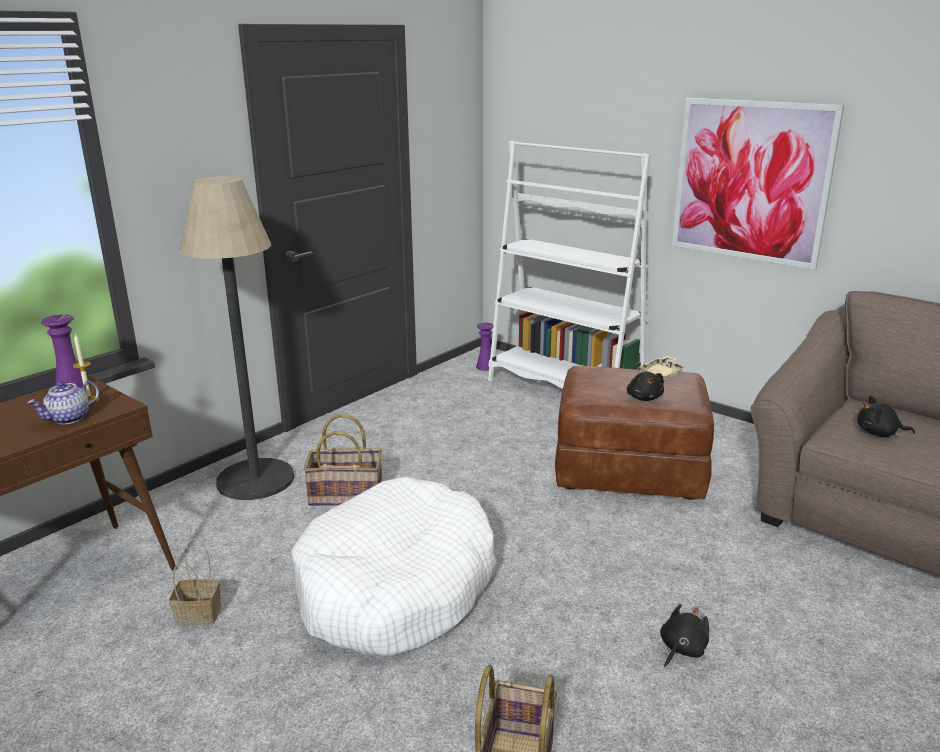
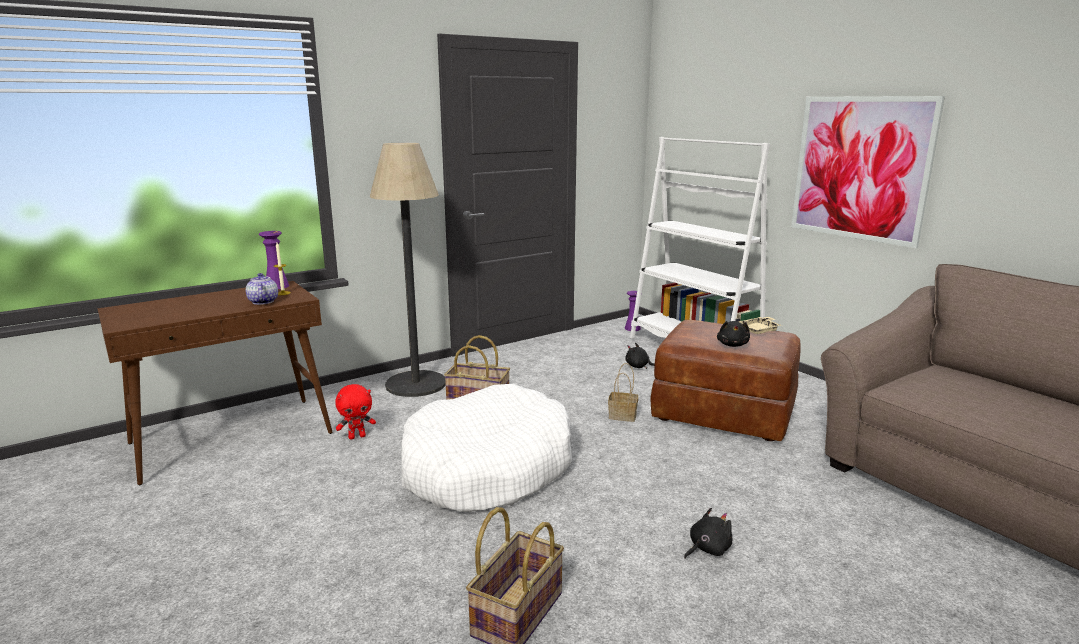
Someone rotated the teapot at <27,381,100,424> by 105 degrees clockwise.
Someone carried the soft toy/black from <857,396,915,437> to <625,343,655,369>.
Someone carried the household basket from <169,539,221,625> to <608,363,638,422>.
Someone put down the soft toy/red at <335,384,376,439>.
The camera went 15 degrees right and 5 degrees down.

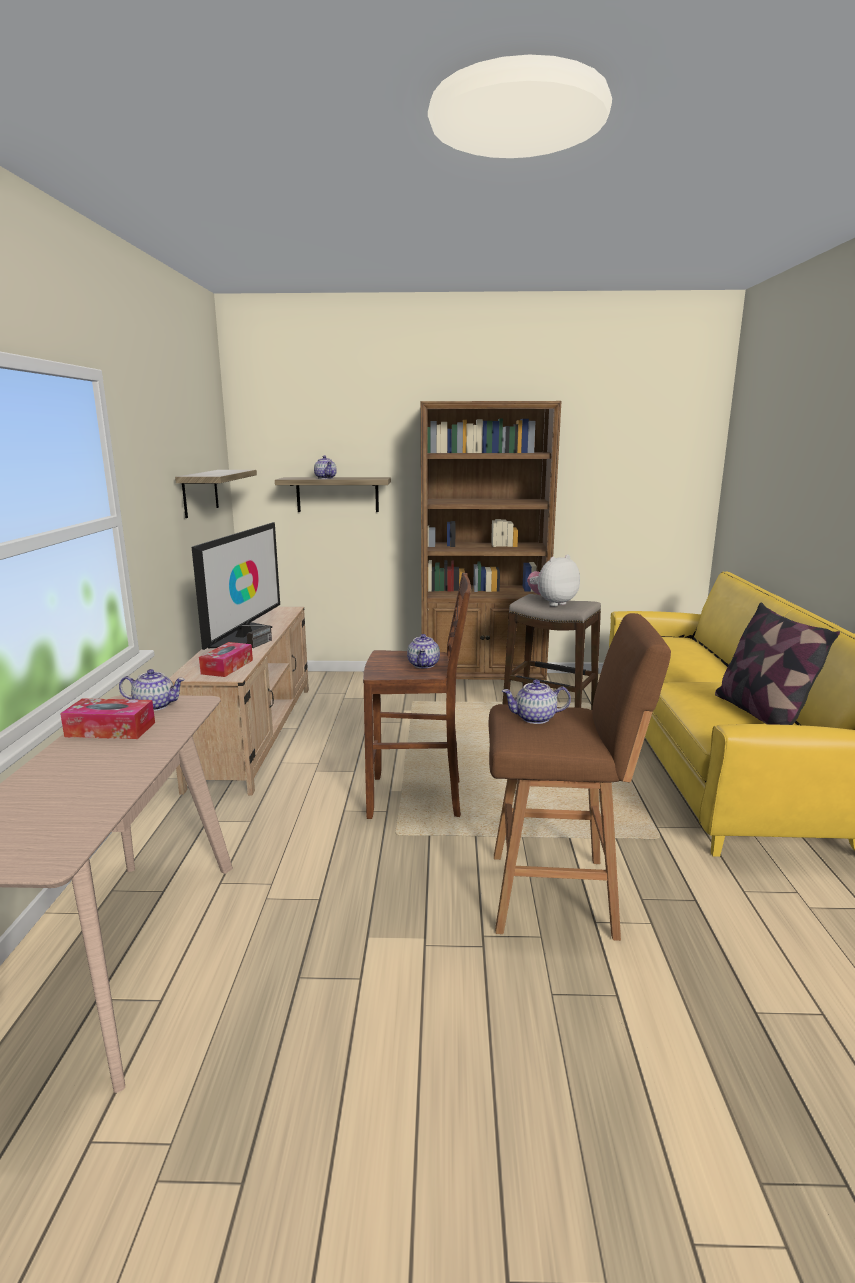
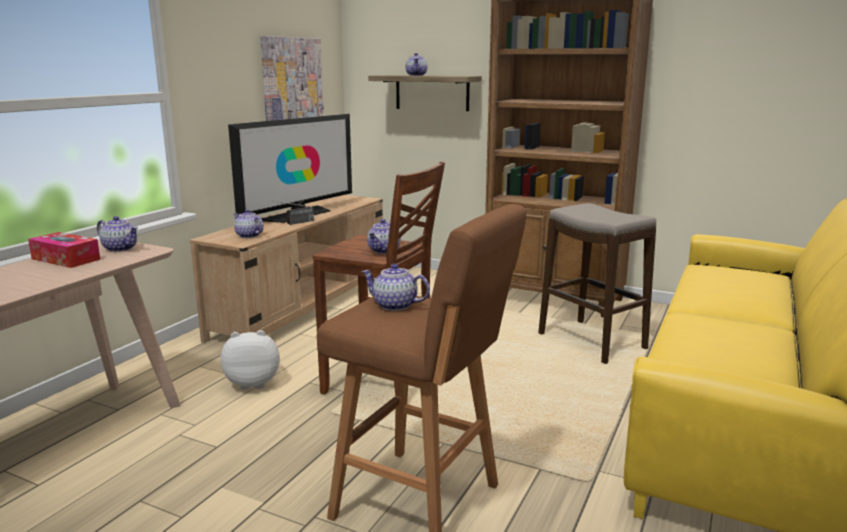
Someone swapped the bracket shelf at <175,470,257,518> for the wall picture at <260,36,324,121>.
Someone carried the soft toy from <527,555,580,606> to <221,330,280,390>.
Someone took away the pillow at <715,603,840,725>.
Someone swapped the box of tissues at <199,642,253,677> for the teapot at <233,209,264,238>.
The camera went 25 degrees right and 0 degrees up.

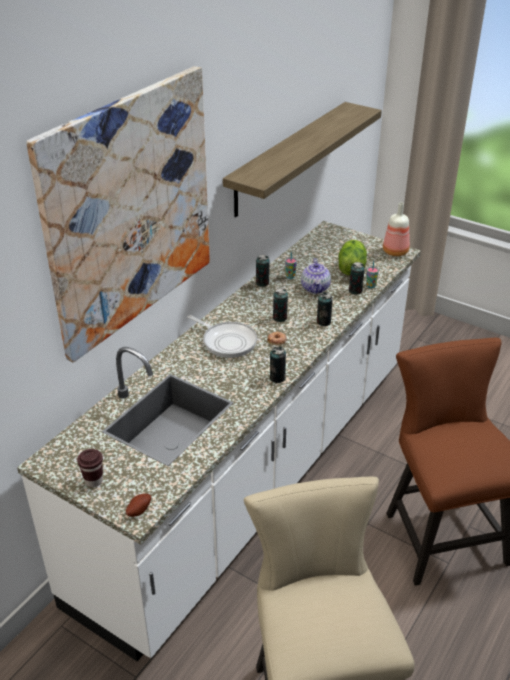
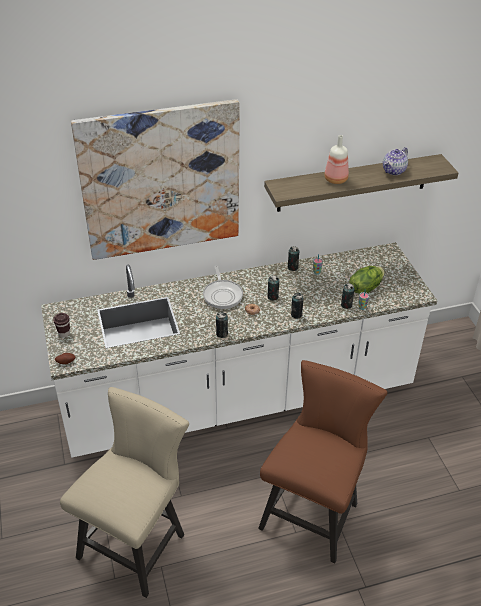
Someone carried the beverage bottle from <383,202,410,256> to <324,135,349,184>.
Someone carried the teapot from <301,258,331,294> to <383,147,408,175>.
The camera went 40 degrees right and 5 degrees up.

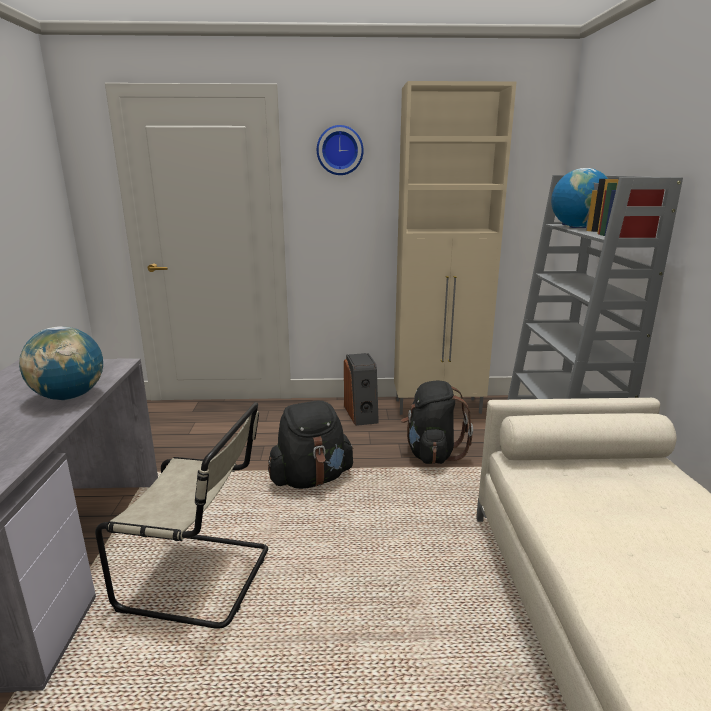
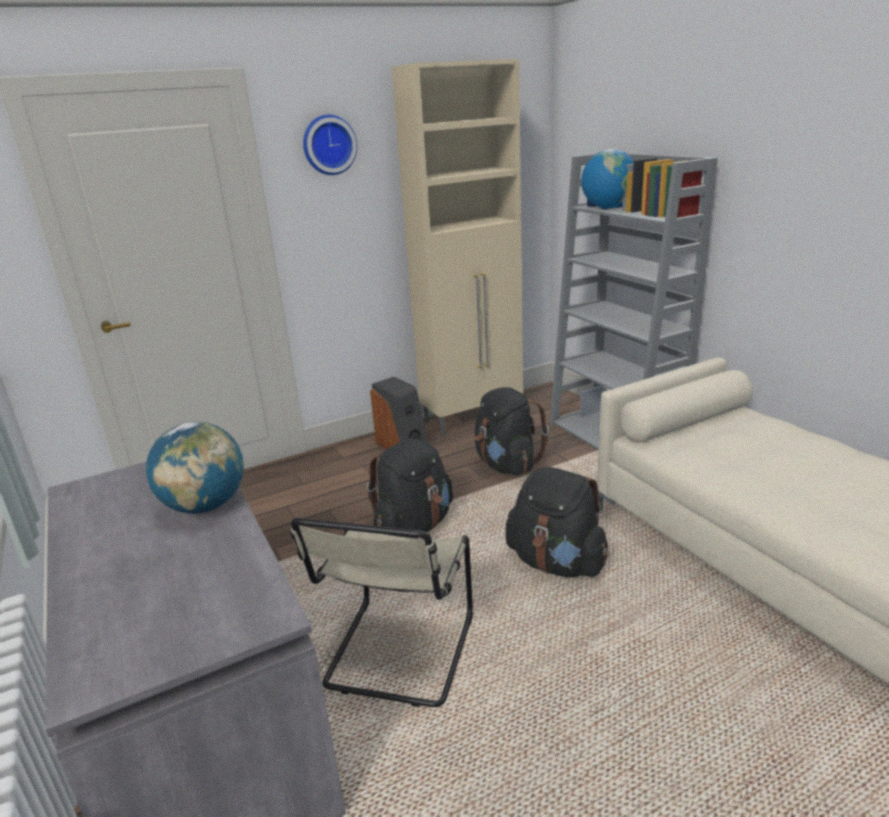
Someone rotated the upright chair/beige at <95,402,268,629> by 120 degrees clockwise.
Someone put down the rucksack/black at <506,467,609,577>.
The camera went 25 degrees left and 5 degrees up.

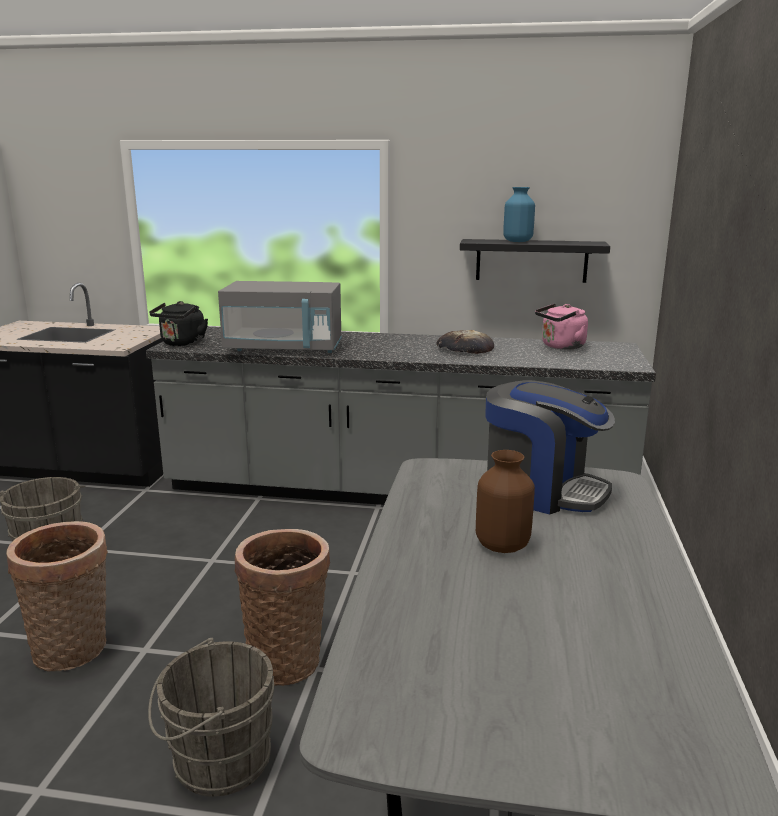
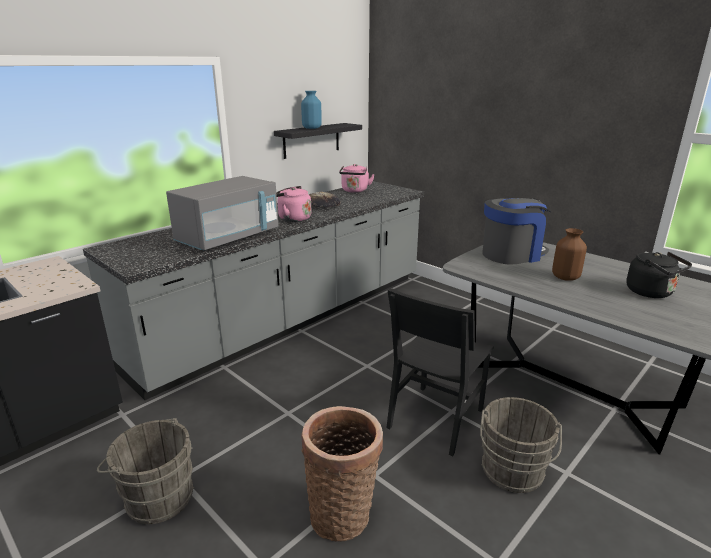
Someone carried the kettle/black from <149,301,208,346> to <626,252,692,298>.
Someone swapped the household basket at <235,529,330,686> for the upright chair/black at <386,288,494,456>.
Someone put down the kettle/pink at <276,186,312,222>.
The camera went 55 degrees left and 5 degrees up.

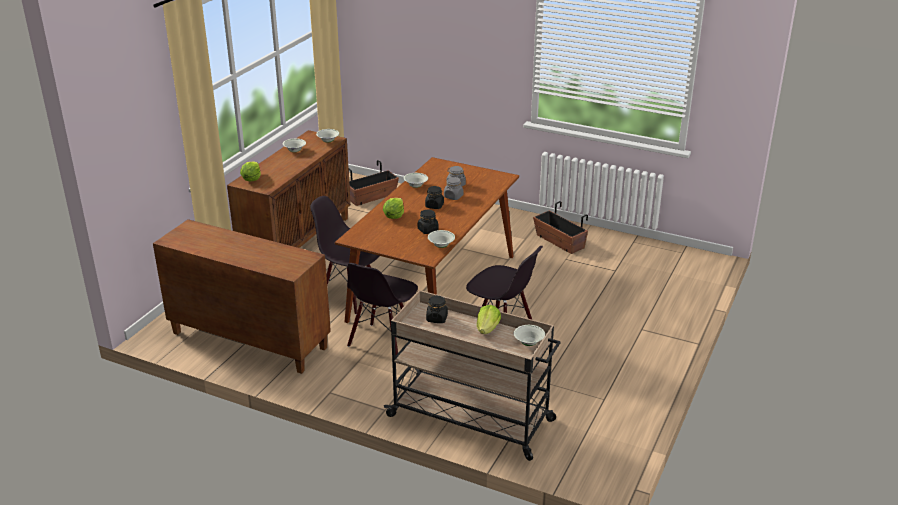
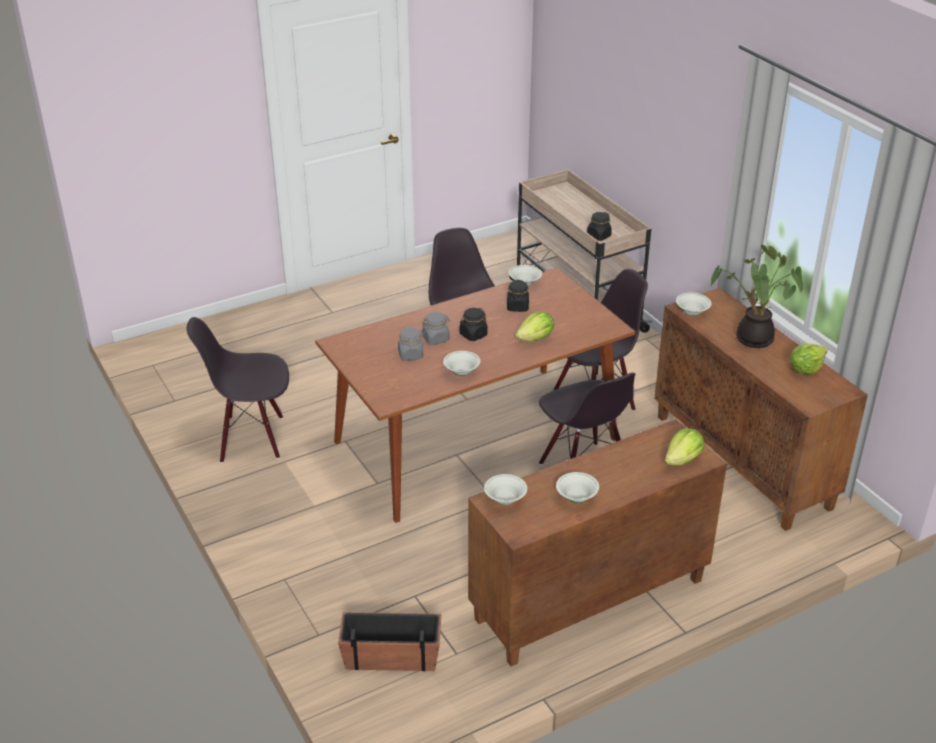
Someone swapped the plant pot at <533,201,588,254> for the upright chair/black at <187,317,289,463>.
Someone carried the head of lettuce from <477,305,501,334> to <790,343,828,375>.
Someone carried the bowl/white from <514,325,545,346> to <676,292,712,316>.
Someone put down the houseplant at <710,245,804,348>.
The camera went 145 degrees left and 5 degrees up.

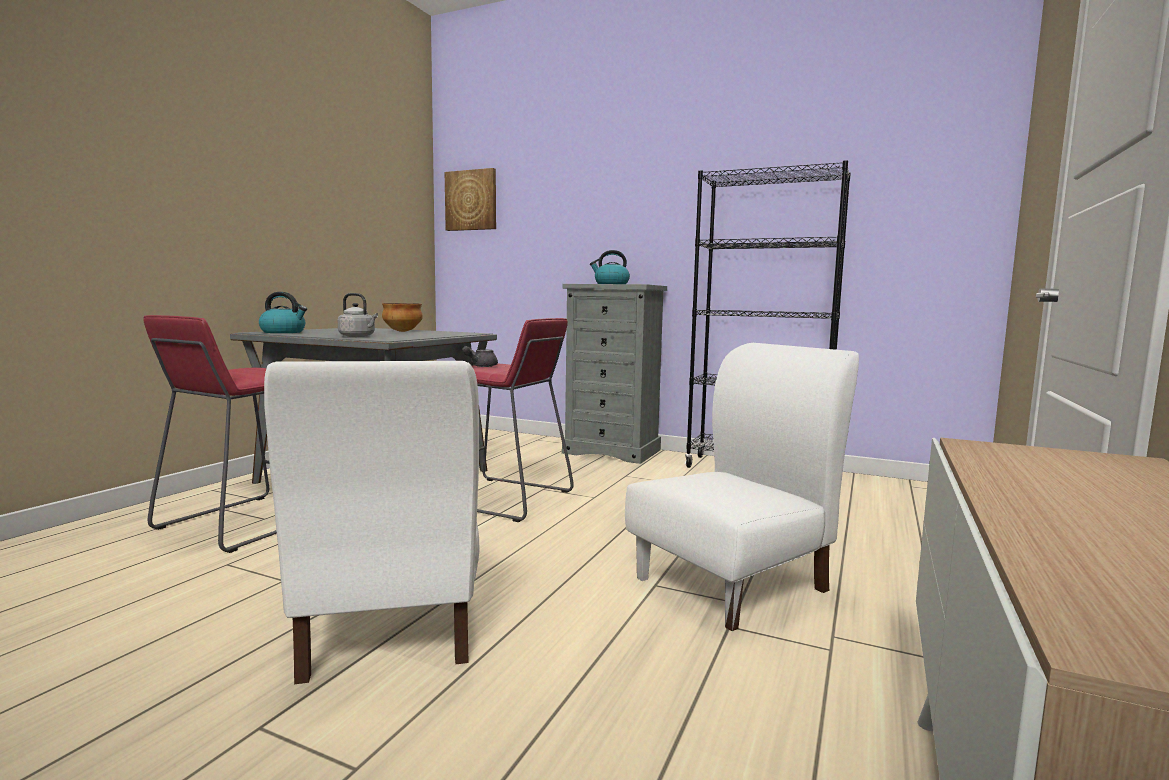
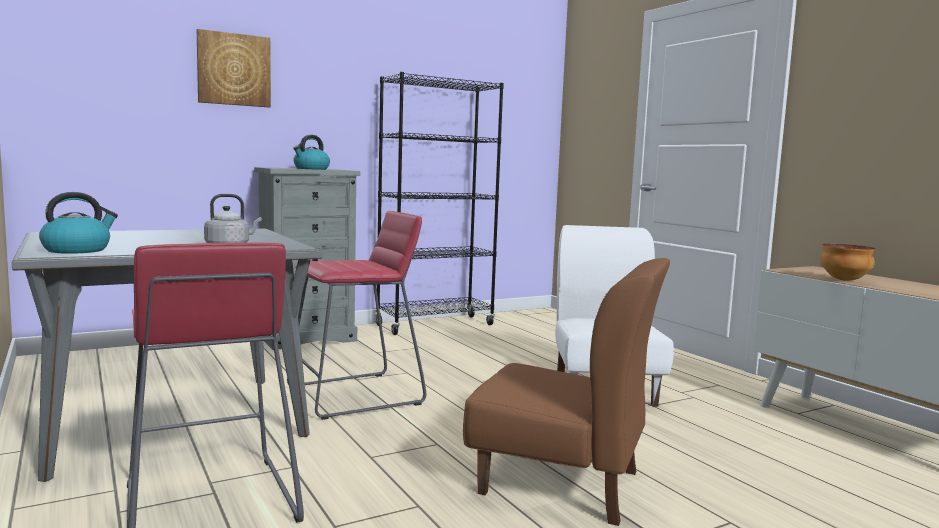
Someone carried the wall picture from <445,168,496,231> to <197,29,271,107>.
Someone carried the bowl from <382,303,423,332> to <820,244,876,281>.
Someone took away the teapot/greyish at <462,346,498,367>.
Someone repainted the upright chair/white at <264,361,480,684>, which became the upright chair/brown-coloured at <463,258,670,526>.
The camera went 55 degrees left and 0 degrees up.

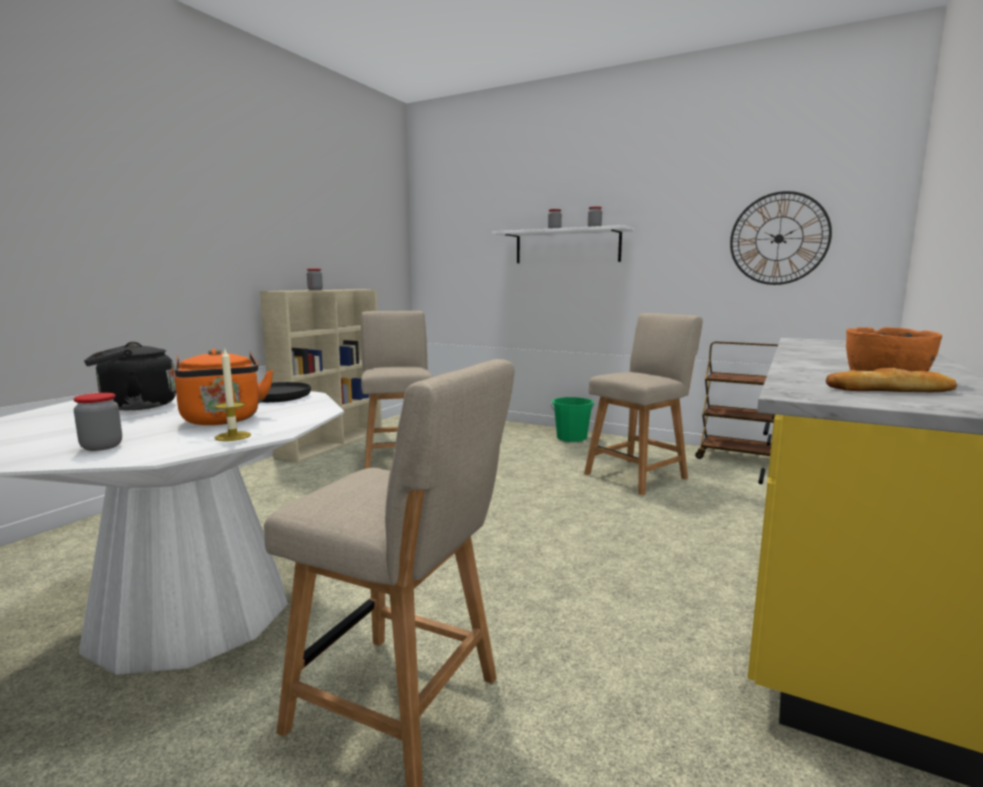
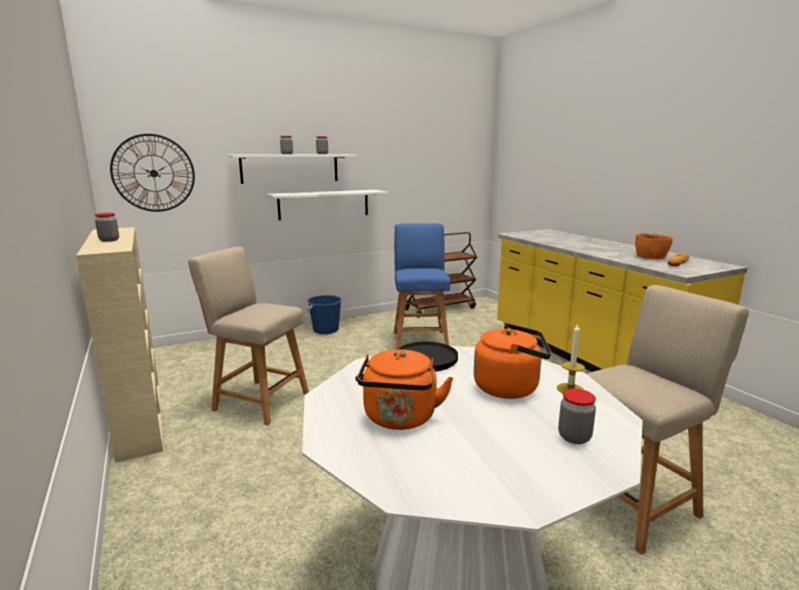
Someone carried the clock on the wall from <730,191,832,285> to <110,134,195,212>.
Someone repainted the upright chair/beige at <584,313,703,495>, which became the upright chair/blue at <394,223,450,350>.
Someone repainted the kettle/black at <84,342,176,410>, which became the kettle/orange-coloured at <357,350,453,430>.
Someone repainted the pail/green at <551,397,594,442>, which became the pail/blue at <307,295,342,334>.
Someone put up the bracket shelf/white at <267,190,388,220>.
The camera went 55 degrees left and 5 degrees up.

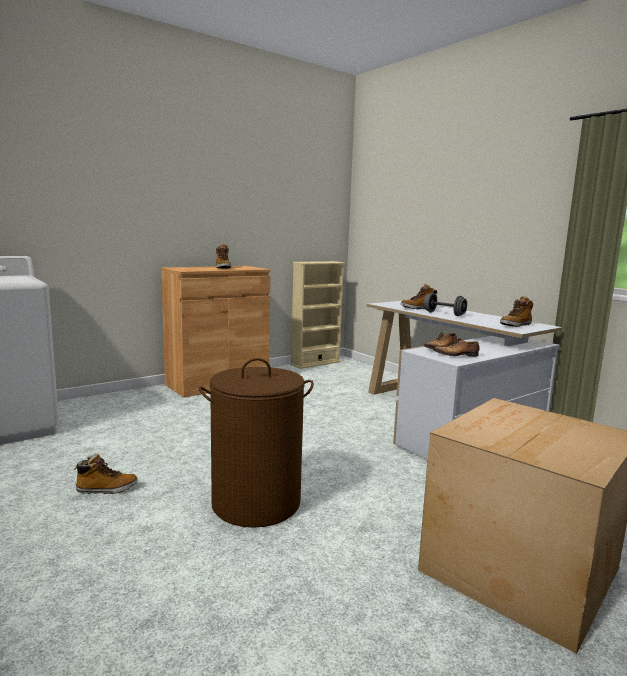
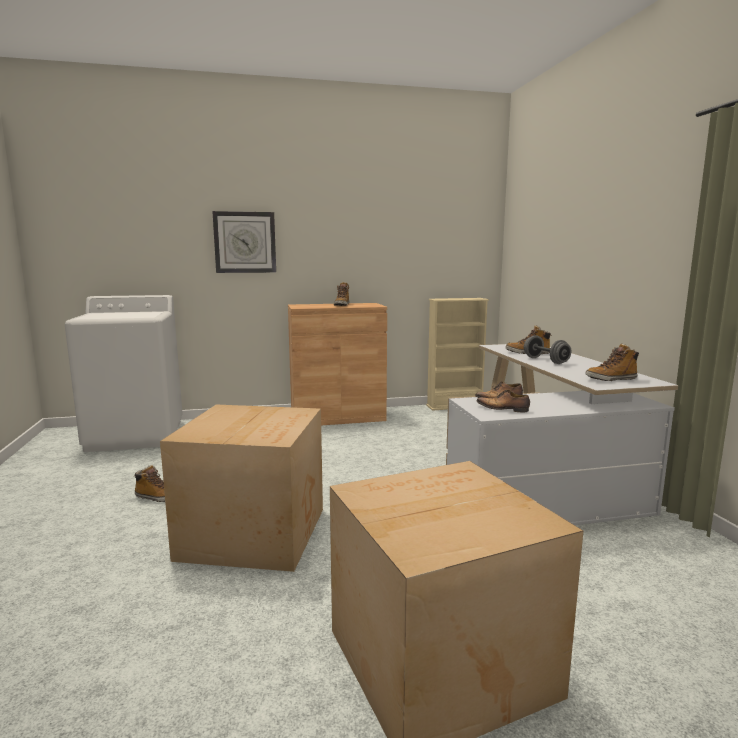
Someone swapped the hamper/brown-coloured at <198,358,314,528> for the packing box at <160,405,323,572>.
Someone put up the clock on the wall at <212,211,276,273>.
The camera went 25 degrees right and 0 degrees up.

